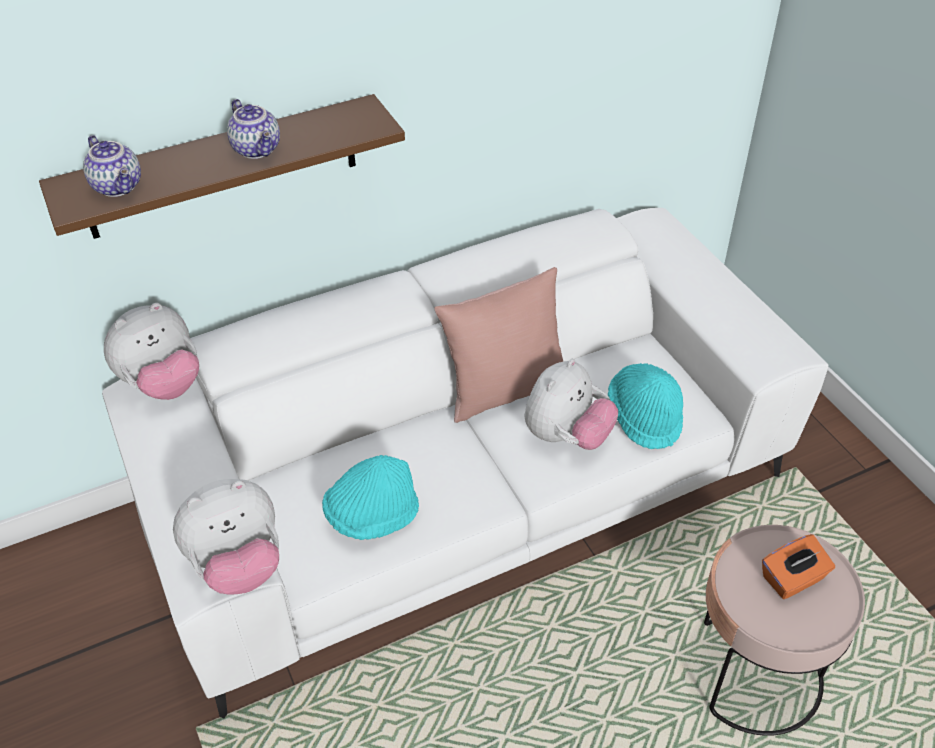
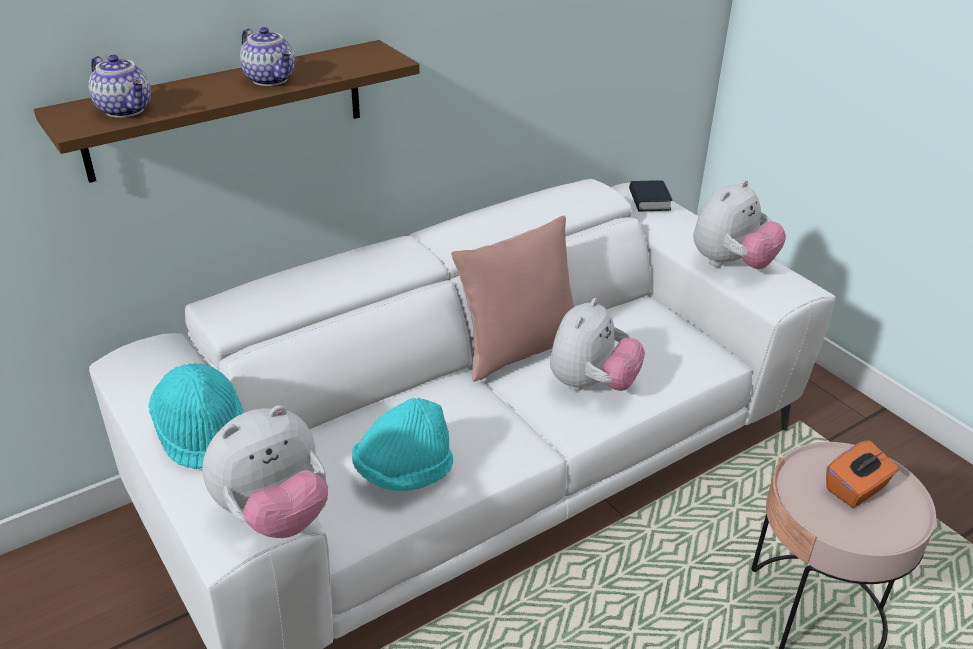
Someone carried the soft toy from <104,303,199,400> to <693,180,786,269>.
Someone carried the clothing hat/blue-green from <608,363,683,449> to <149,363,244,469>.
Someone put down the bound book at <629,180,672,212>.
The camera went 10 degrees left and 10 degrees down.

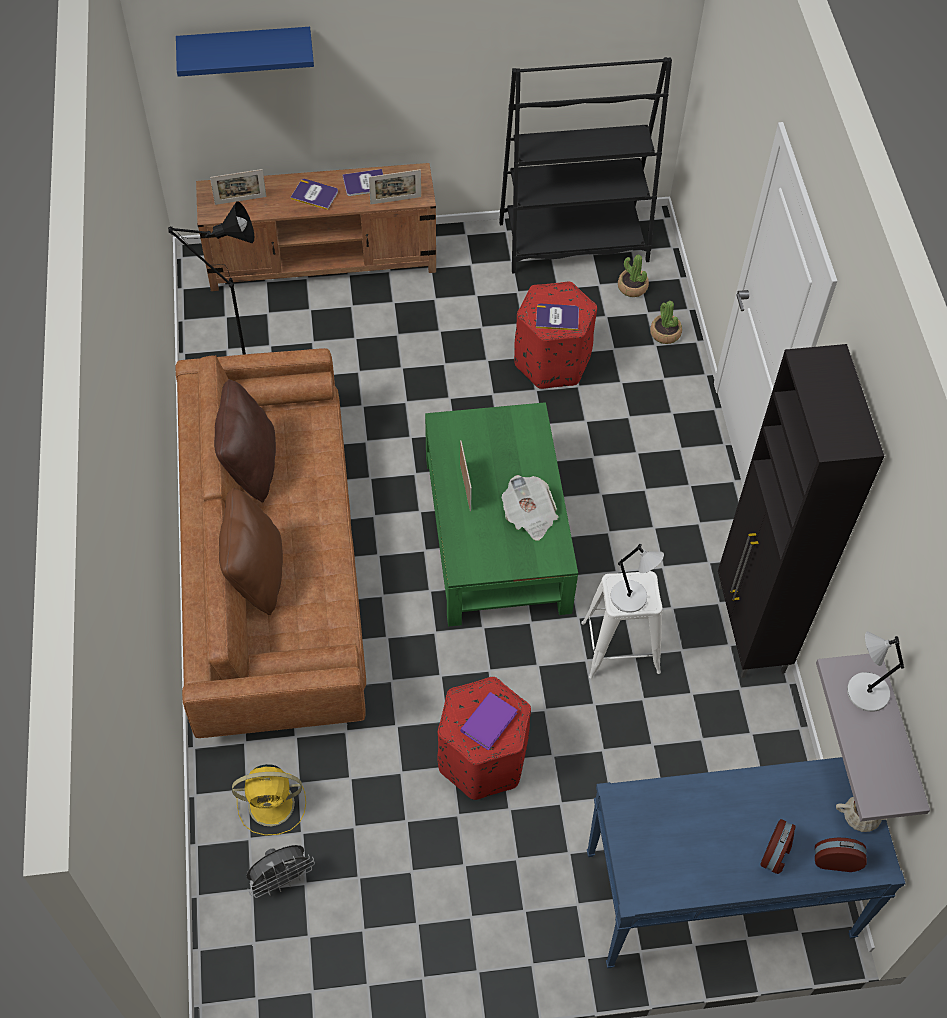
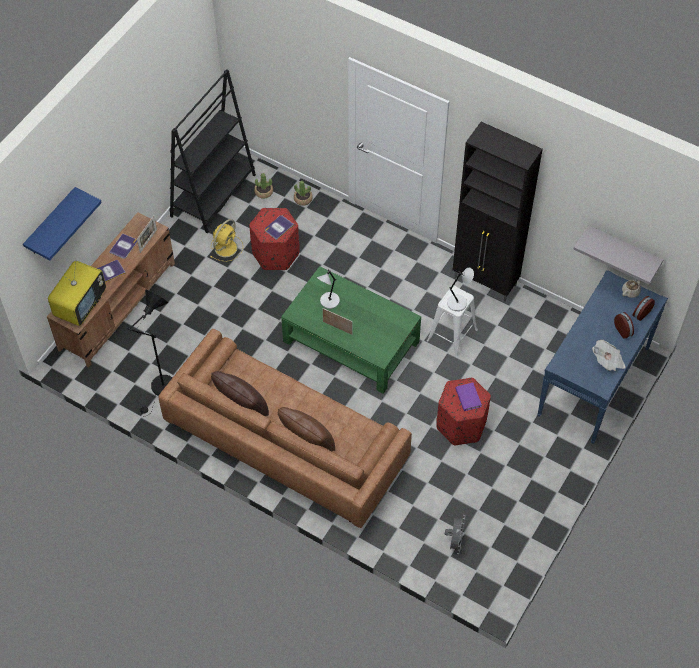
Someone swapped the standing frame at <210,169,266,205> for the television at <48,261,106,326>.
Someone carried the daily paper from <502,475,558,540> to <592,340,625,371>.
Someone carried the tabletop lamp/greyish from <847,631,904,712> to <317,270,340,309>.
Someone carried the fan/yellowish from <232,764,306,835> to <211,219,243,262>.
The camera went 50 degrees left and 0 degrees up.

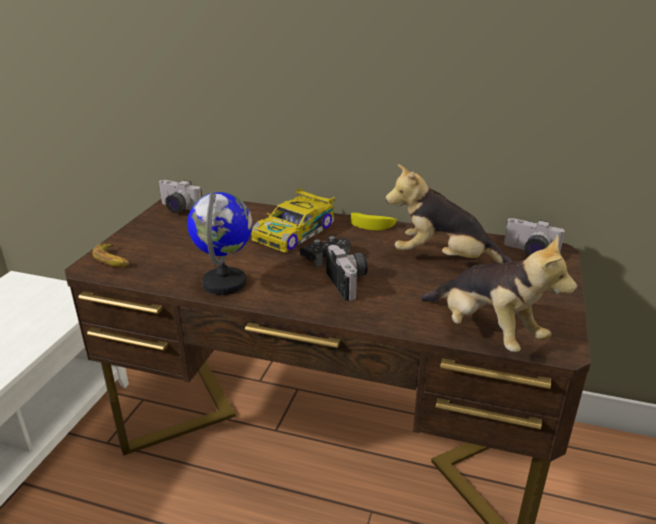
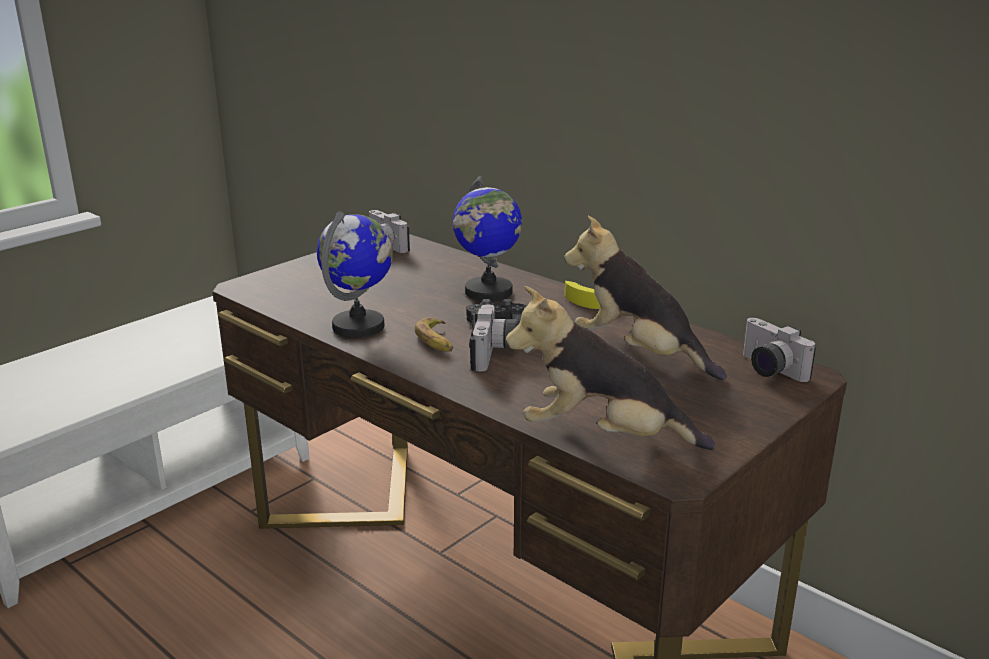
Someone swapped the model car at <251,187,335,252> for the world globe at <453,176,522,301>.
Someone rotated the soft toy at <420,235,577,352> by 120 degrees clockwise.
Someone carried the banana from <92,244,129,267> to <415,317,453,351>.
The camera went 25 degrees right and 5 degrees down.

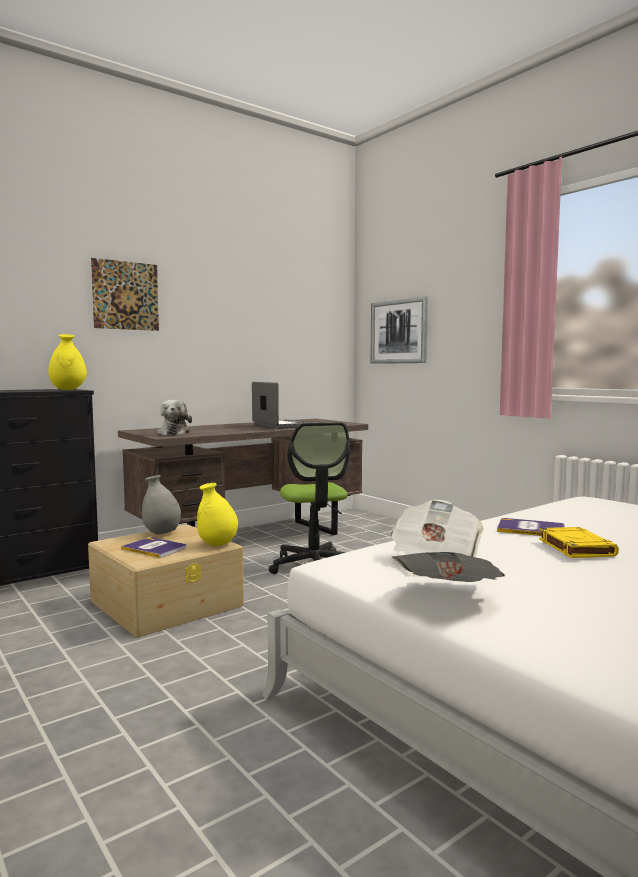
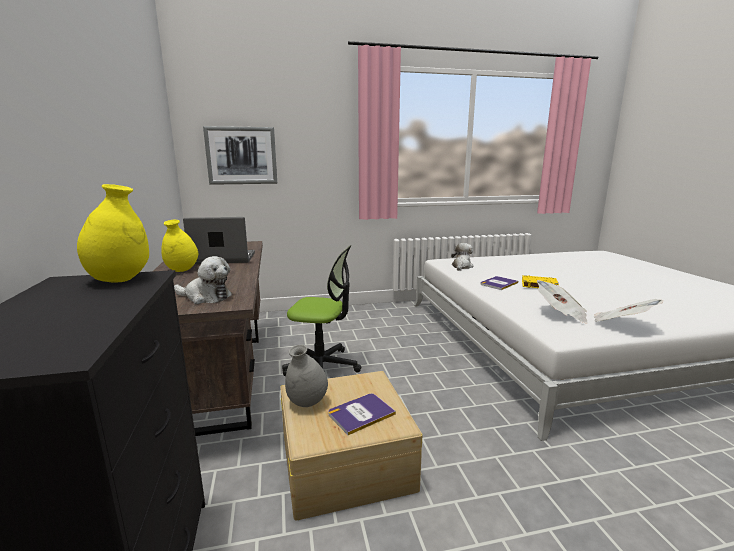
Someone took away the wall picture at <91,258,159,331>.
Someone carried the flower vase/yellowish from <197,483,238,547> to <161,219,198,272>.
Someone put down the soft toy at <451,243,473,271>.
The camera went 65 degrees left and 10 degrees up.

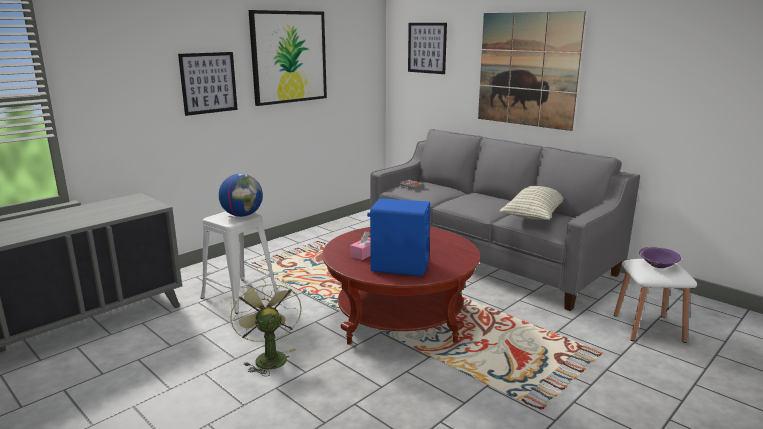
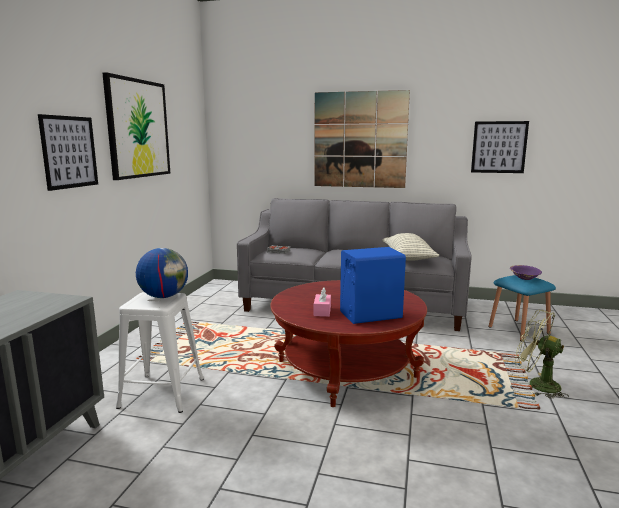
Someone carried the wall picture from <408,23,447,74> to <471,121,529,173>.
Someone repainted the sitting stool/white at <614,259,697,343>, which became the sitting stool/blue at <489,275,556,342>.
Someone carried the fan/green from <230,278,302,376> to <515,310,569,399>.
The camera went 30 degrees left and 5 degrees down.

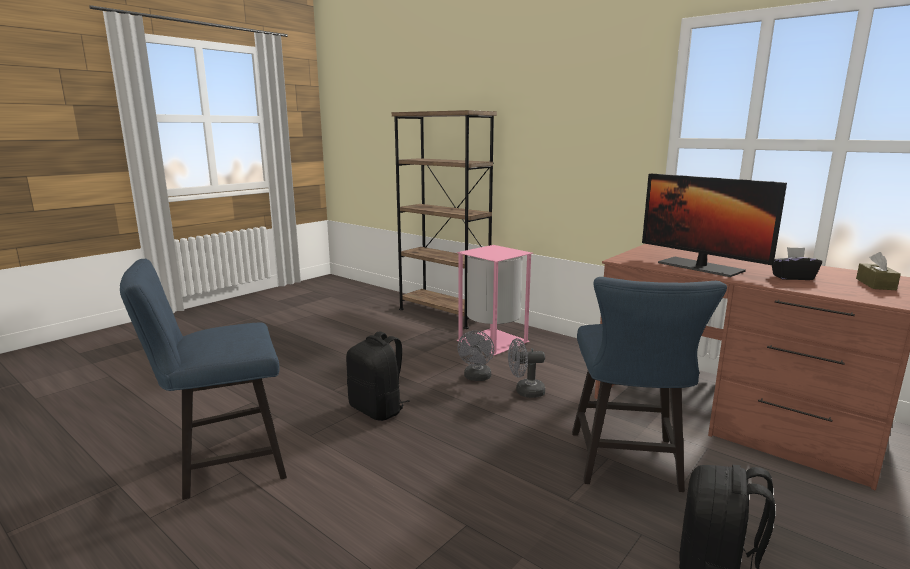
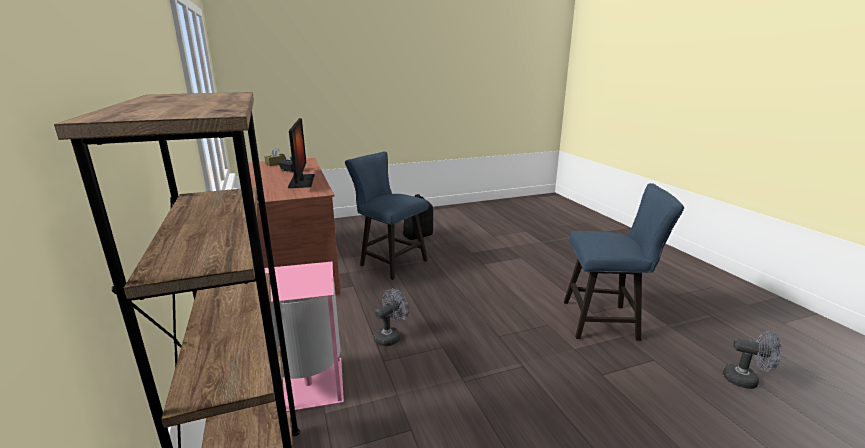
Someone rotated the upright chair/blue at <572,277,727,492> by 90 degrees counterclockwise.
Someone took away the rucksack/black at <346,331,410,421>.
Someone carried the fan/greyish from <508,338,545,398> to <723,331,782,389>.
The camera went 150 degrees left and 5 degrees up.

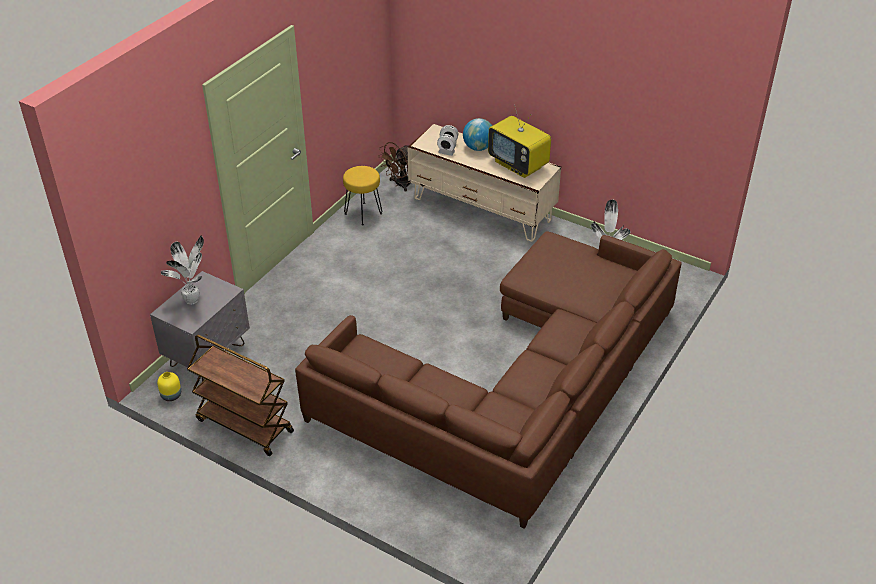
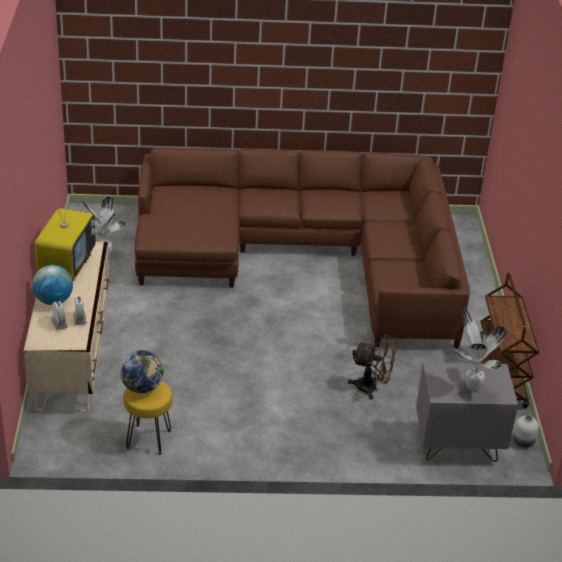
Someone carried the fan/brown-coloured from <378,142,411,192> to <348,335,398,400>.
Someone repainted the flower vase/yellowish at <157,372,181,401>, which became the flower vase/white at <513,415,539,447>.
Someone put down the world globe at <120,350,164,393>.
The camera went 125 degrees left and 5 degrees down.

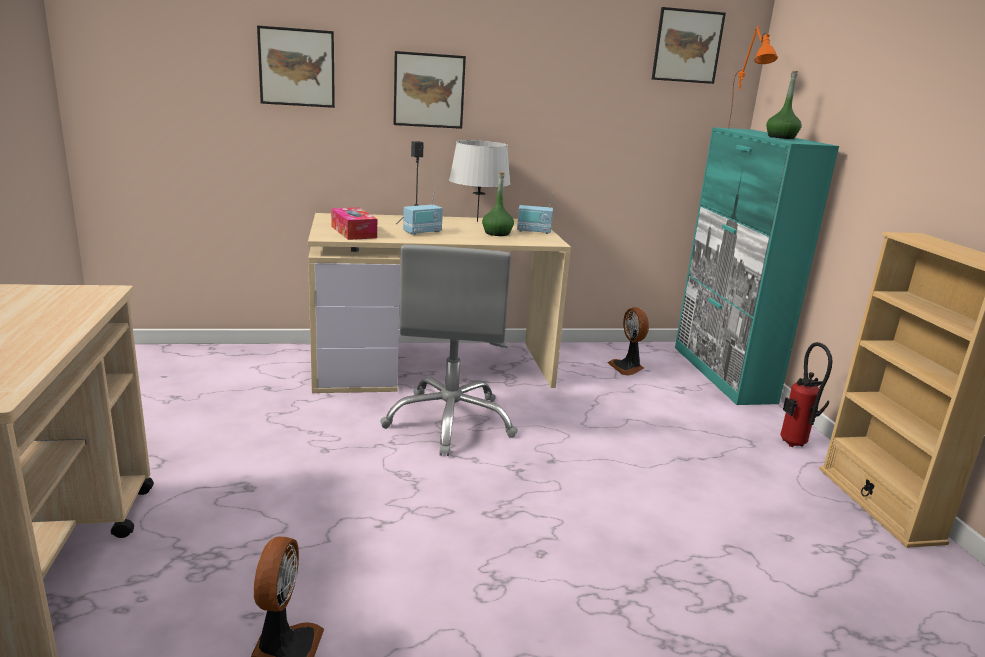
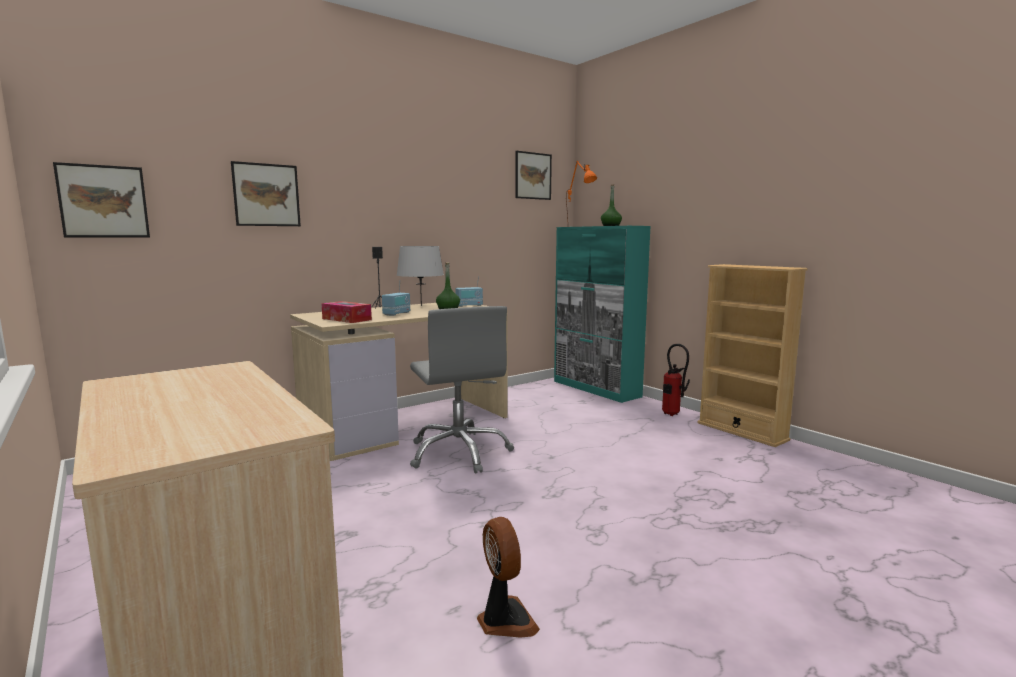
Someone carried the wall picture from <393,51,466,129> to <53,162,150,237>.
Someone took away the fan at <607,307,649,375>.
The camera went 25 degrees left and 10 degrees down.

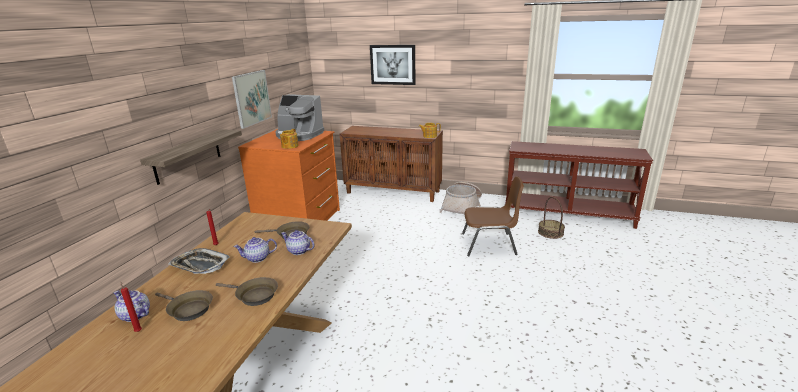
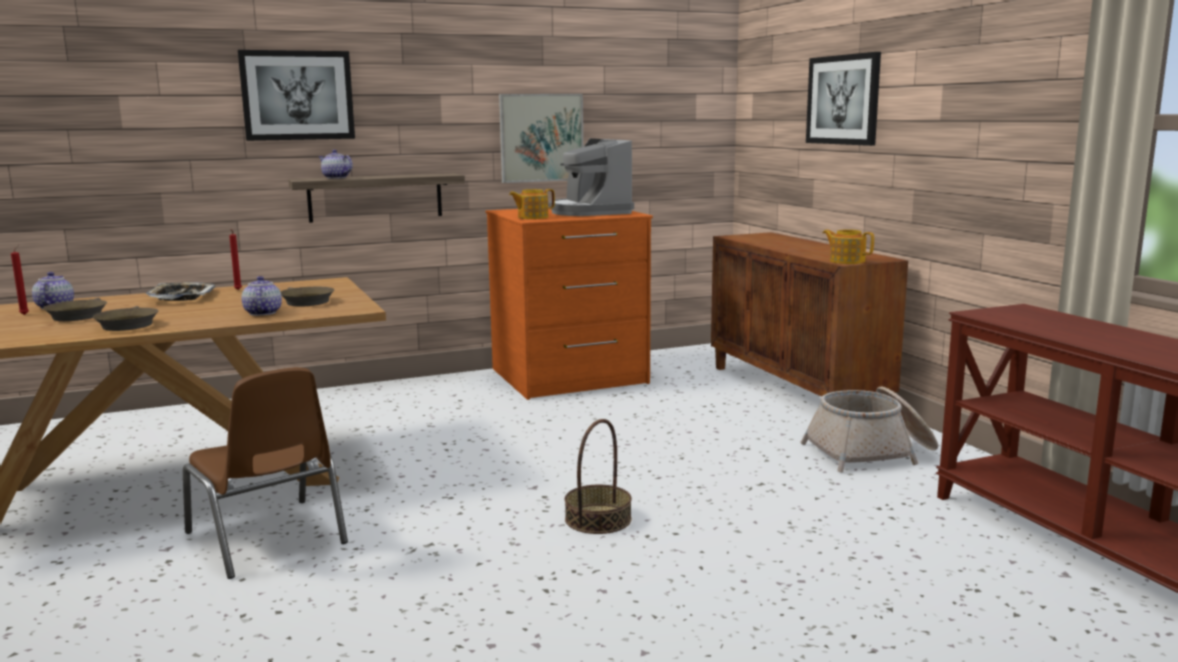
Someone carried the upright chair/brown-coloured from <462,176,524,257> to <183,367,348,579>.
Someone carried the household basket from <538,197,565,239> to <565,419,632,534>.
Someone carried the teapot from <234,237,277,263> to <319,150,353,179>.
Someone put up the wall picture at <238,50,355,141>.
The camera went 50 degrees right and 10 degrees down.

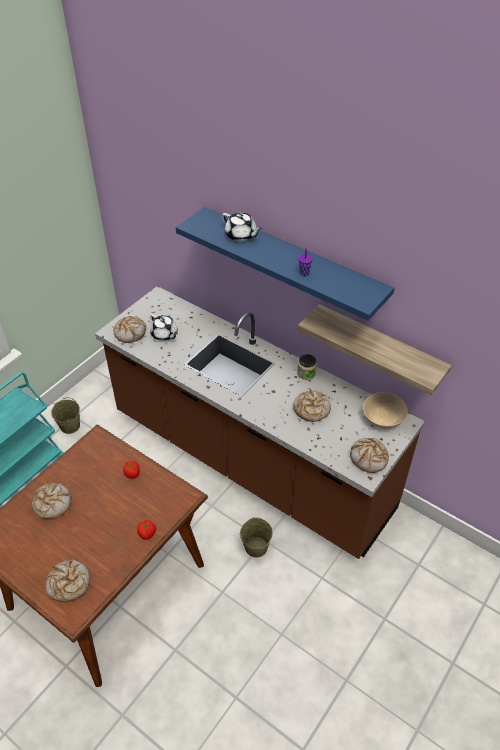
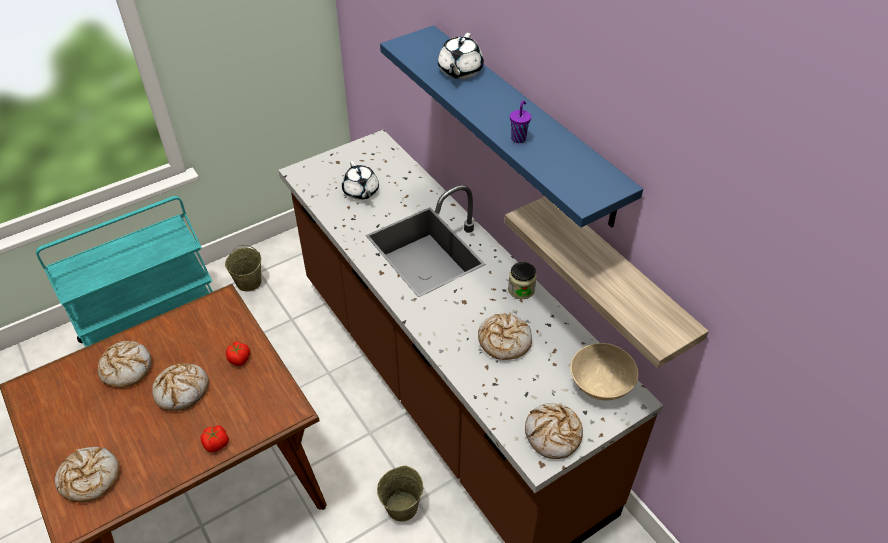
Someone rotated the teapot/white at <222,212,262,242> by 45 degrees clockwise.
Someone carried the bakery bread from <113,316,146,343> to <152,363,209,411>.
The camera went 20 degrees right and 0 degrees up.

